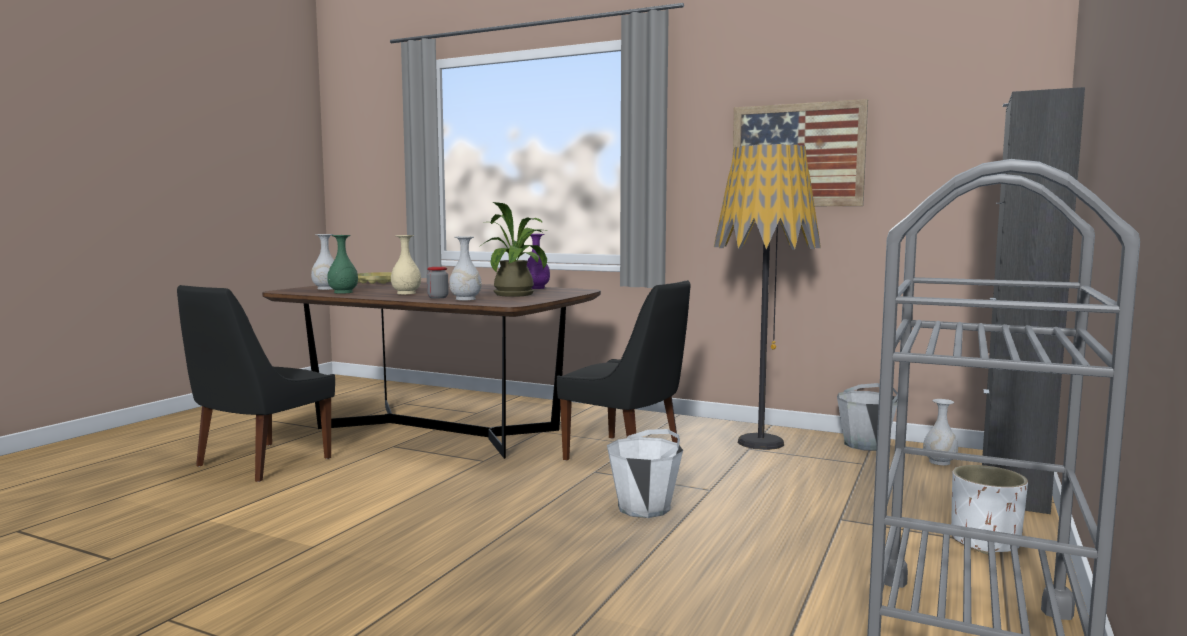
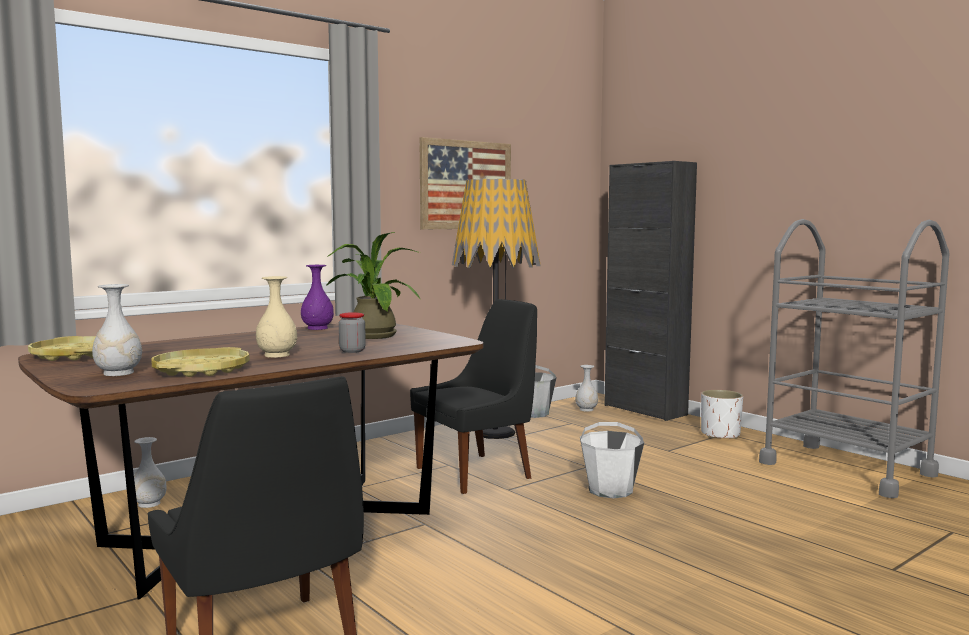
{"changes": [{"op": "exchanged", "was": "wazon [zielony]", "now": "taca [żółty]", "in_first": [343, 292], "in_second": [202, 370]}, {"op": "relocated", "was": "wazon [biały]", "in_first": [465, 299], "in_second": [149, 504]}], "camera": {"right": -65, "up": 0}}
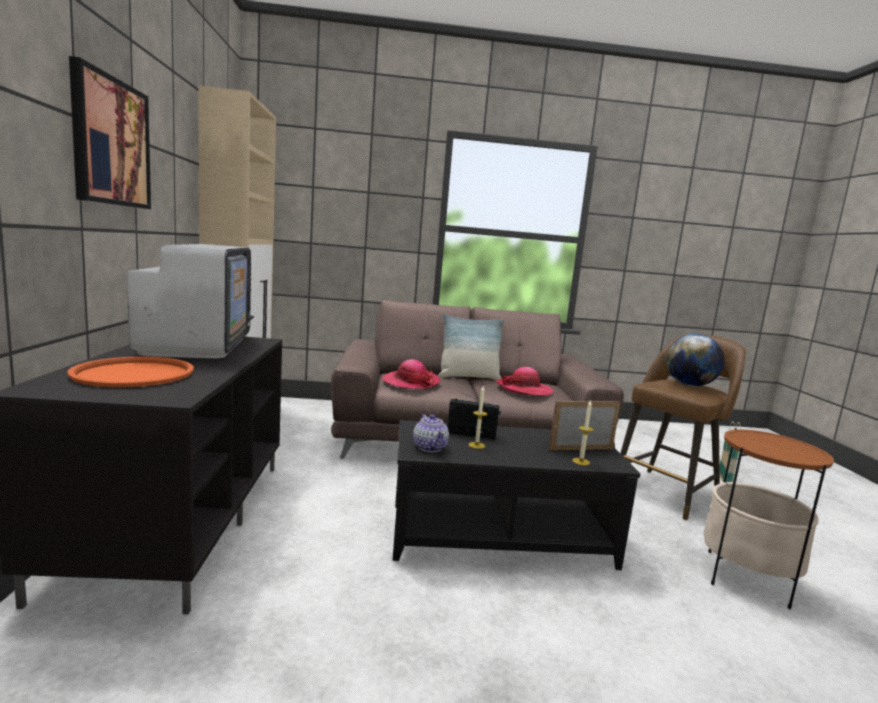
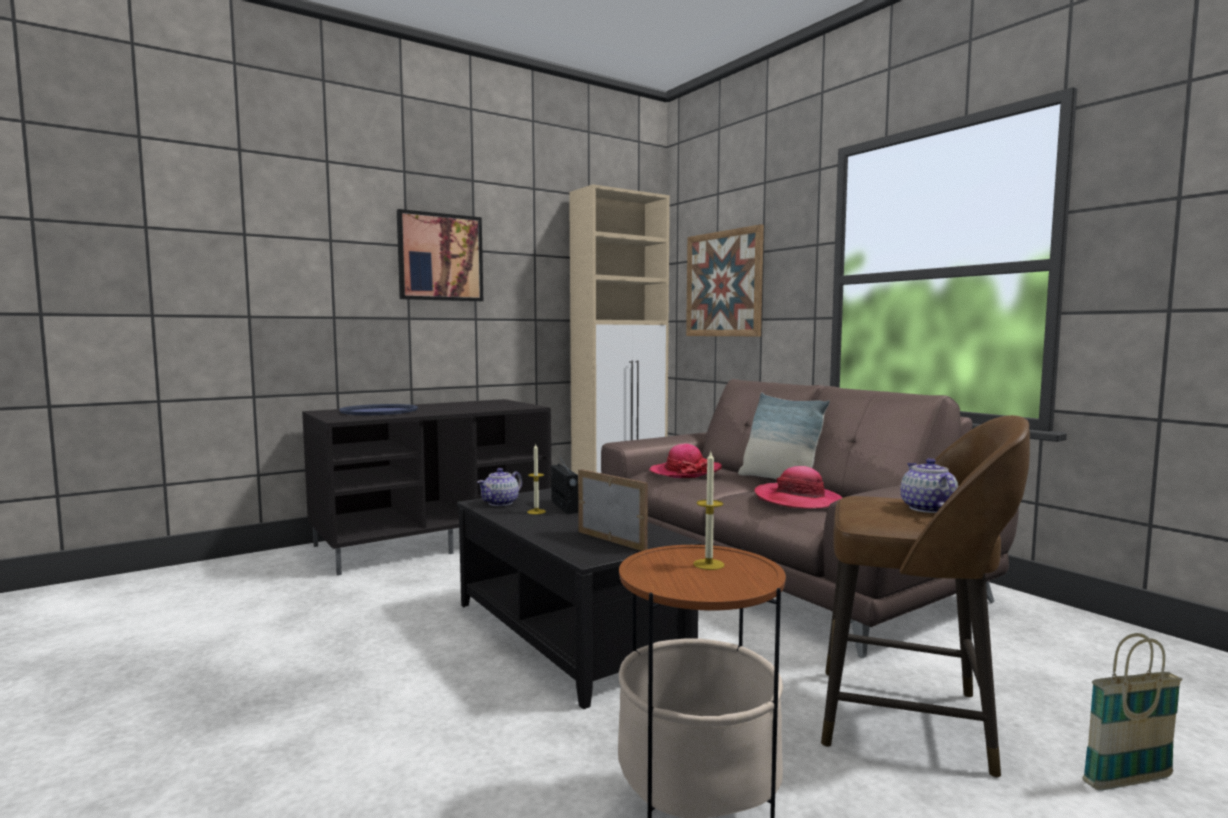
{"changes": [{"op": "missing", "was": "telewizor", "in_first": [197, 345]}, {"op": "exchanged", "was": "globus", "now": "imbryk", "in_first": [689, 385], "in_second": [927, 509]}, {"op": "colour", "was": "taca [pomarańczowy]", "now": "taca [niebieski]", "in_first": [134, 373], "in_second": [379, 411]}, {"op": "relocated", "was": "świeca", "in_first": [581, 461], "in_second": [708, 564]}, {"op": "appeared", "now": "obraz", "in_second": [723, 284]}], "camera": {"right": 60, "up": -5}}
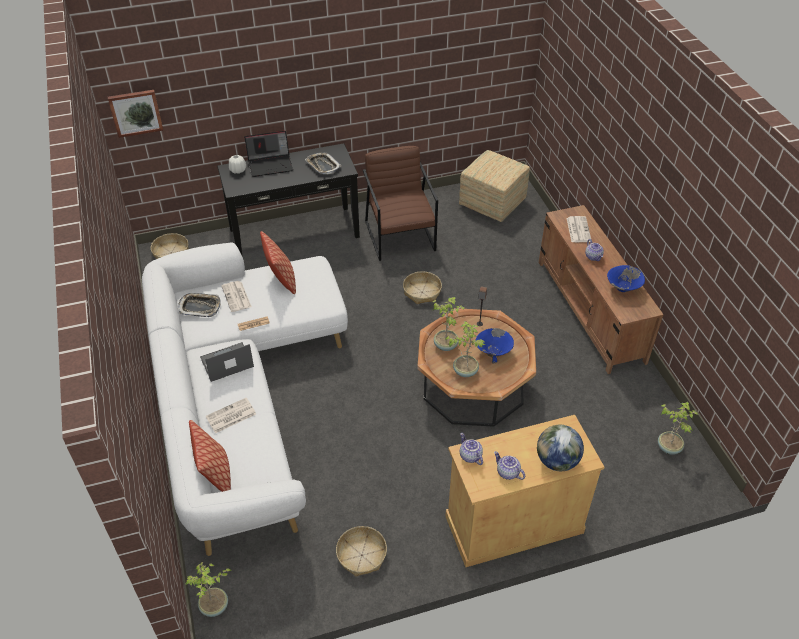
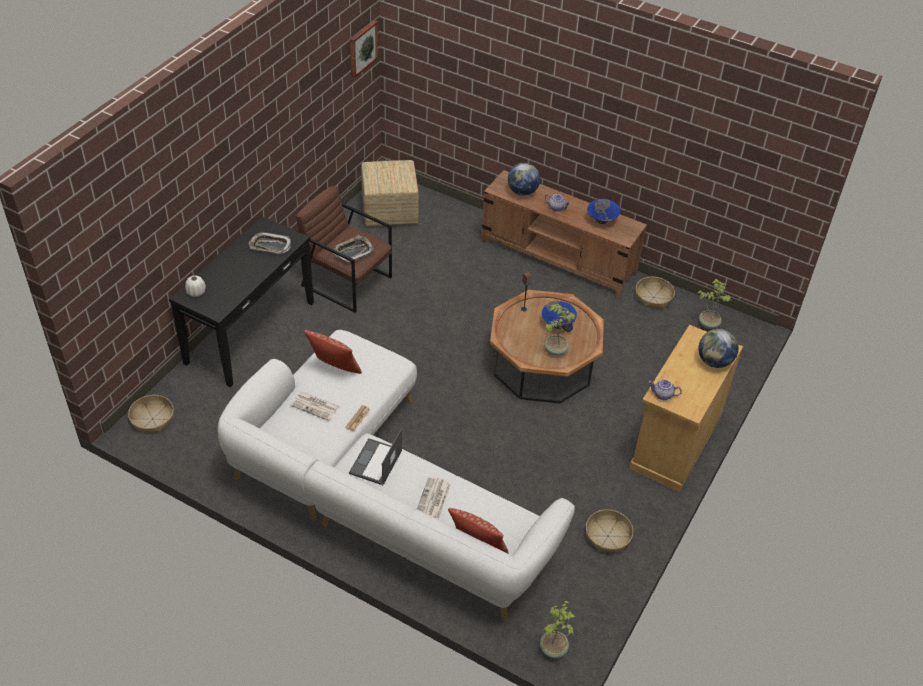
{"changes": [{"op": "relocated", "was": "obraz", "in_first": [135, 112], "in_second": [362, 48]}, {"op": "missing", "was": "laptop", "in_first": [271, 164]}, {"op": "exchanged", "was": "gazeta", "now": "globus", "in_first": [578, 229], "in_second": [522, 192]}, {"op": "relocated", "was": "koszyk", "in_first": [422, 292], "in_second": [653, 297]}, {"op": "relocated", "was": "taca", "in_first": [200, 307], "in_second": [353, 251]}, {"op": "missing", "was": "roślina doniczkowa", "in_first": [446, 345]}, {"op": "missing", "was": "imbryk", "in_first": [507, 473]}], "camera": {"right": -45, "up": 0}}
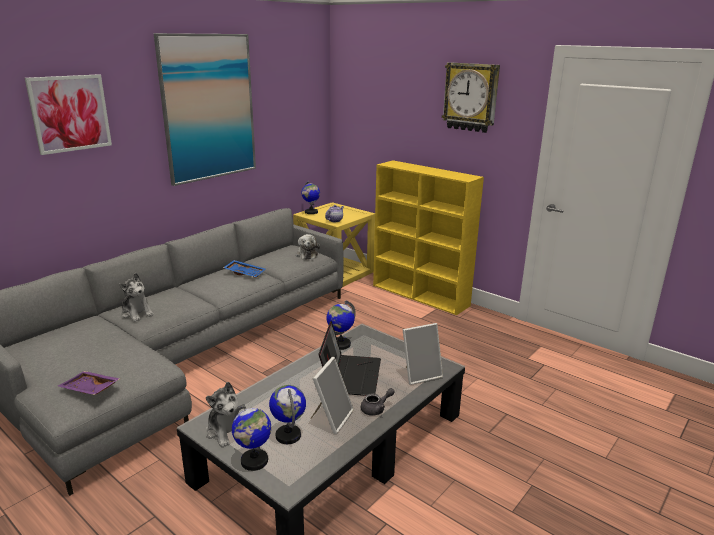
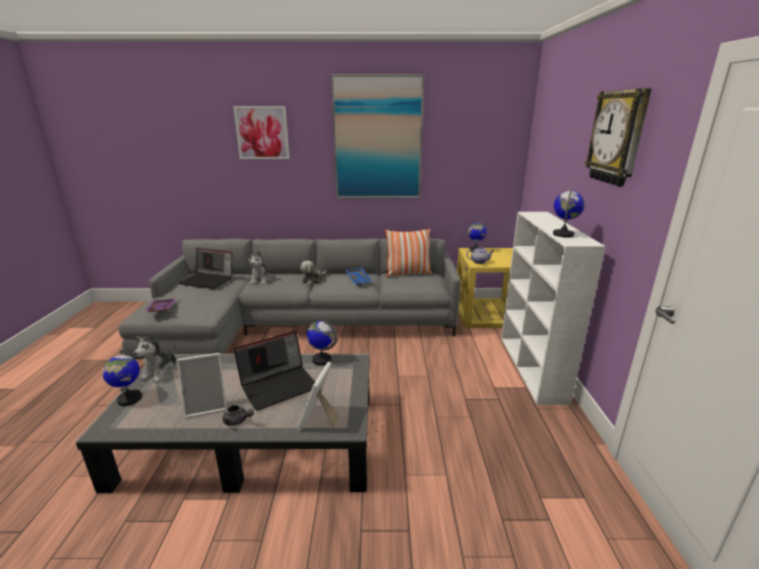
{"changes": [{"op": "colour", "was": "regał [żółty]", "now": "regał [biały]", "in_first": [421, 295], "in_second": [532, 368]}, {"op": "relocated", "was": "pluszak", "in_first": [306, 254], "in_second": [313, 280]}, {"op": "spun", "was": "ramka na zdjęcie", "in_first": [420, 374], "in_second": [318, 419], "clockwise": 75}, {"op": "relocated", "was": "globus", "in_first": [288, 435], "in_second": [563, 234]}, {"op": "appeared", "now": "poduszka", "in_second": [408, 274]}, {"op": "appeared", "now": "laptop", "in_second": [208, 280]}], "camera": {"right": 50, "up": 0}}
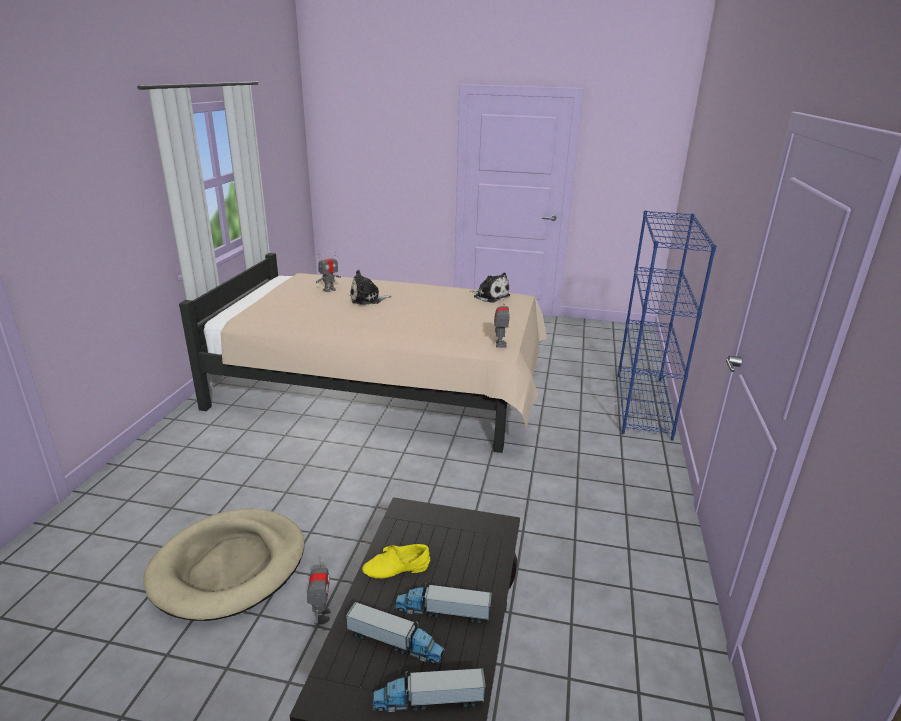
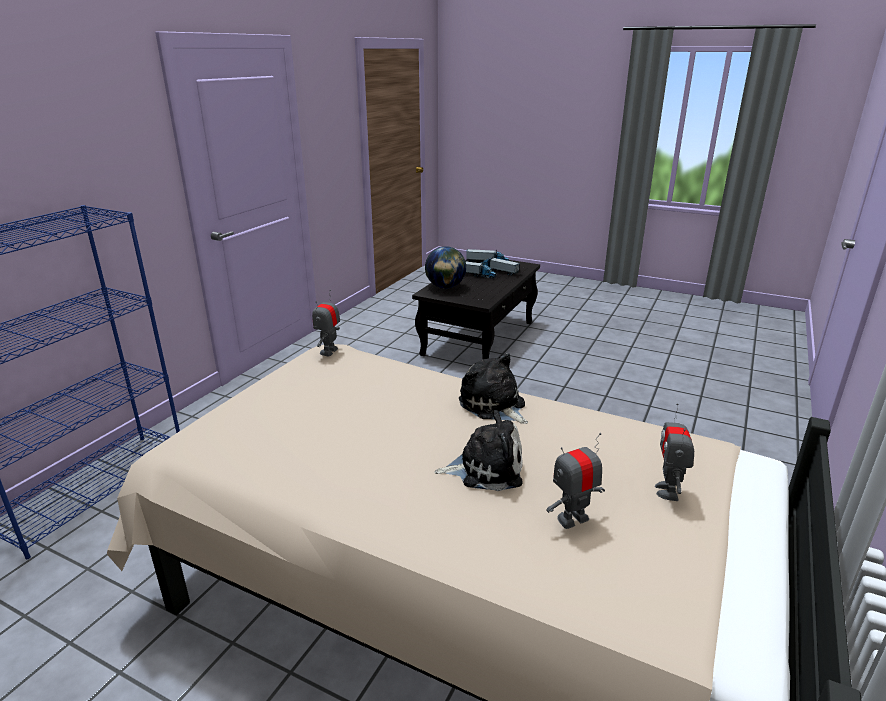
{"changes": [{"op": "relocated", "was": "pluszak", "in_first": [490, 296], "in_second": [494, 405]}, {"op": "missing", "was": "legowisko [beżowy]", "in_first": [229, 566]}, {"op": "missing", "was": "but [żółty]", "in_first": [396, 569]}, {"op": "relocated", "was": "robot zabawkowy", "in_first": [321, 616], "in_second": [668, 491]}, {"op": "appeared", "now": "globus", "in_second": [445, 287]}], "camera": {"right": -165, "up": 0}}
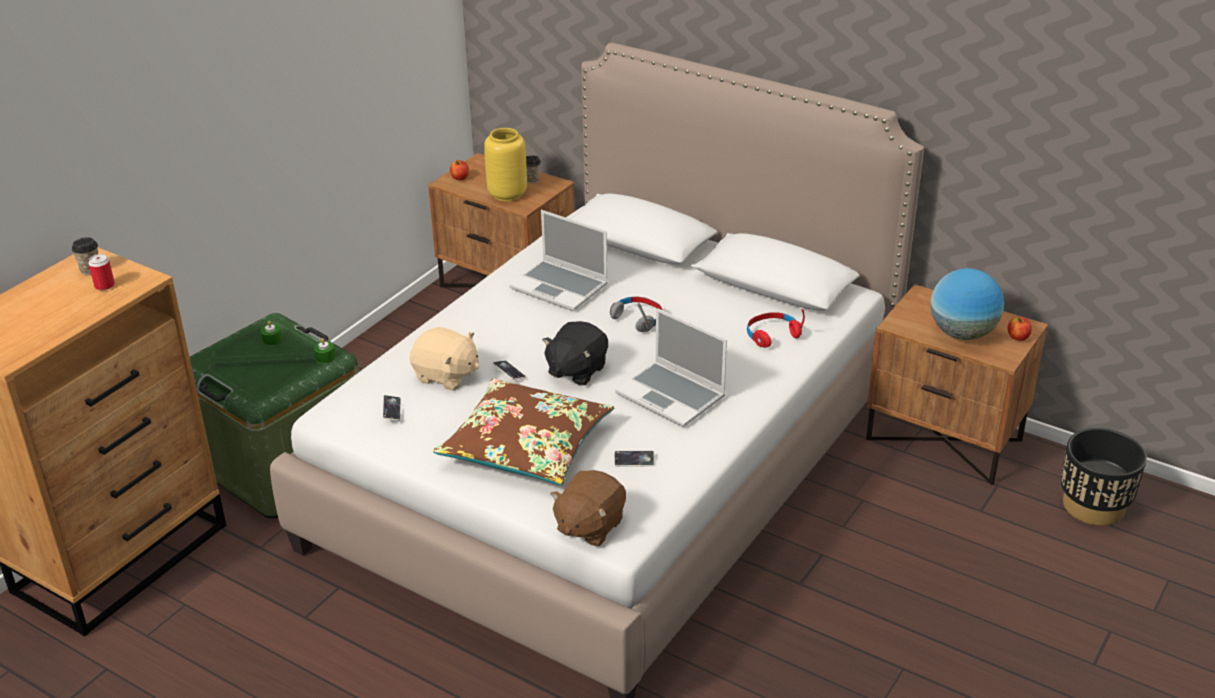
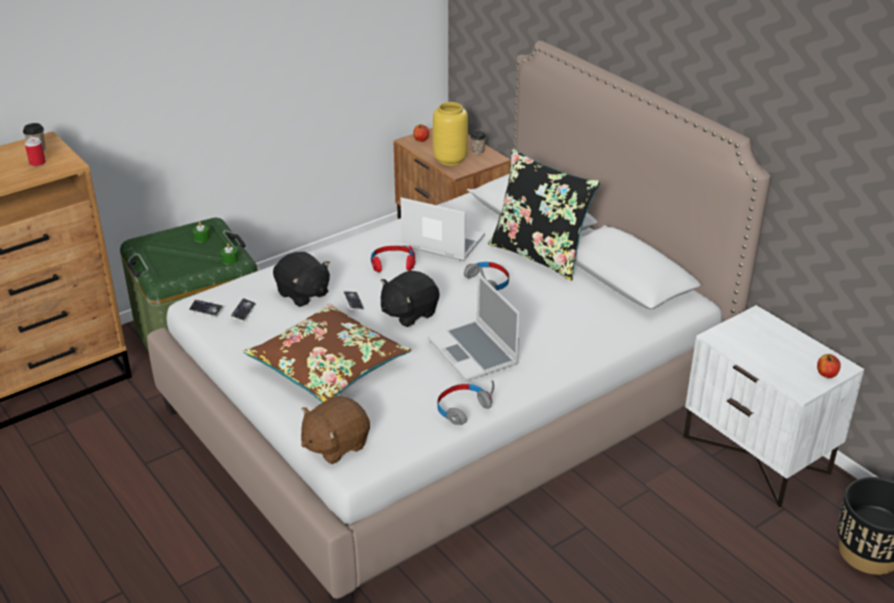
{"changes": [{"op": "spun", "was": "laptop", "in_first": [561, 287], "in_second": [441, 242], "clockwise": 150}, {"op": "missing", "was": "globus", "in_first": [962, 333]}, {"op": "colour", "was": "szafka nocna [brązowy]", "now": "szafka nocna [biały]", "in_first": [945, 439], "in_second": [757, 454]}, {"op": "relocated", "was": "słuchawki [czerwony]", "in_first": [772, 335], "in_second": [393, 264]}, {"op": "colour", "was": "pluszak [beżowy]", "now": "pluszak [czarny]", "in_first": [446, 376], "in_second": [303, 294]}, {"op": "relocated", "was": "telefon", "in_first": [634, 461], "in_second": [206, 310]}, {"op": "appeared", "now": "poduszka [czarny]", "in_second": [539, 255]}, {"op": "appeared", "now": "słuchawki [szary]", "in_second": [462, 408]}], "camera": {"right": 20, "up": 0}}
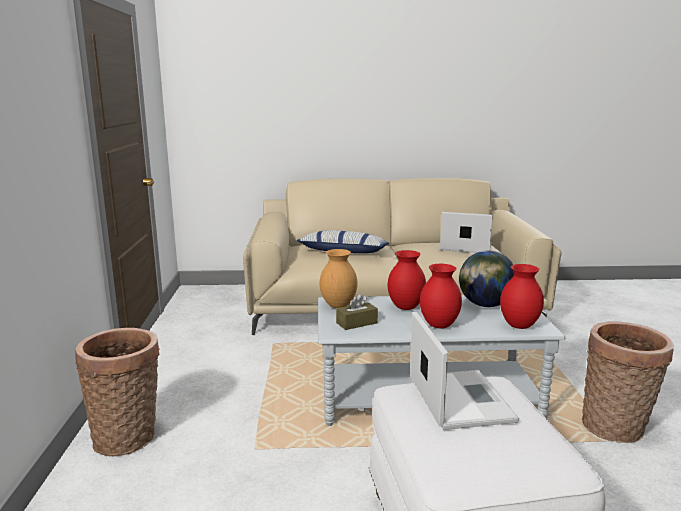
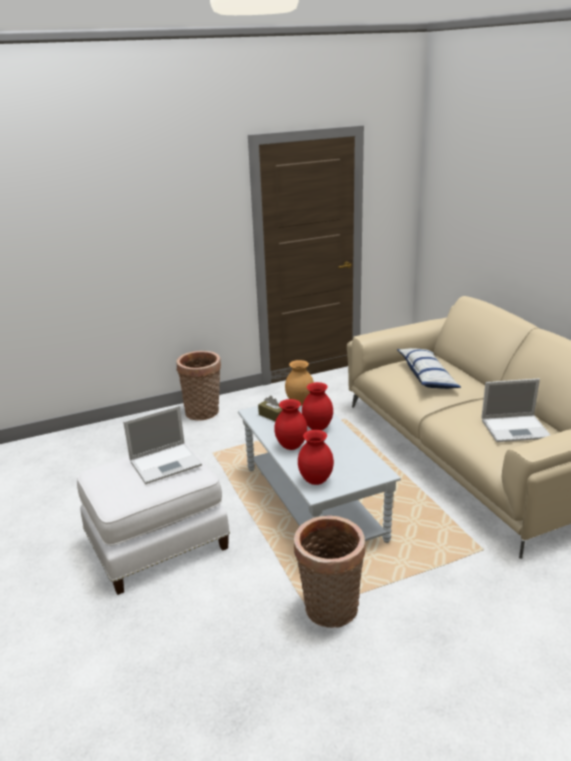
{"changes": [{"op": "spun", "was": "laptop", "in_first": [464, 247], "in_second": [516, 428], "clockwise": 90}, {"op": "missing", "was": "globus", "in_first": [485, 305]}], "camera": {"right": 70, "up": 10}}
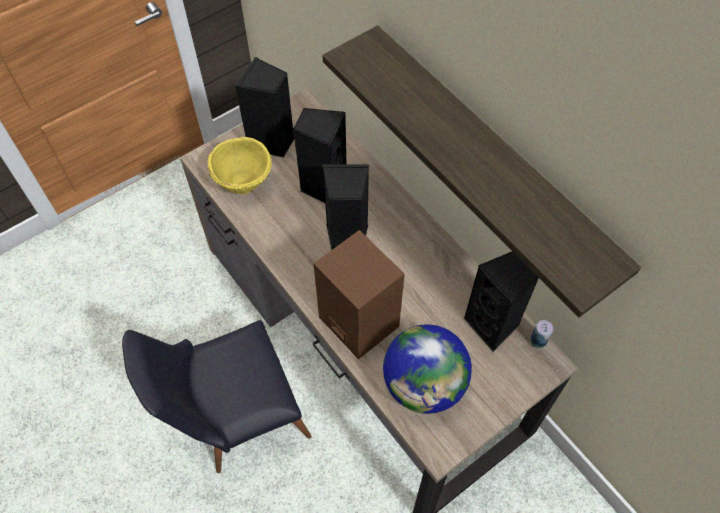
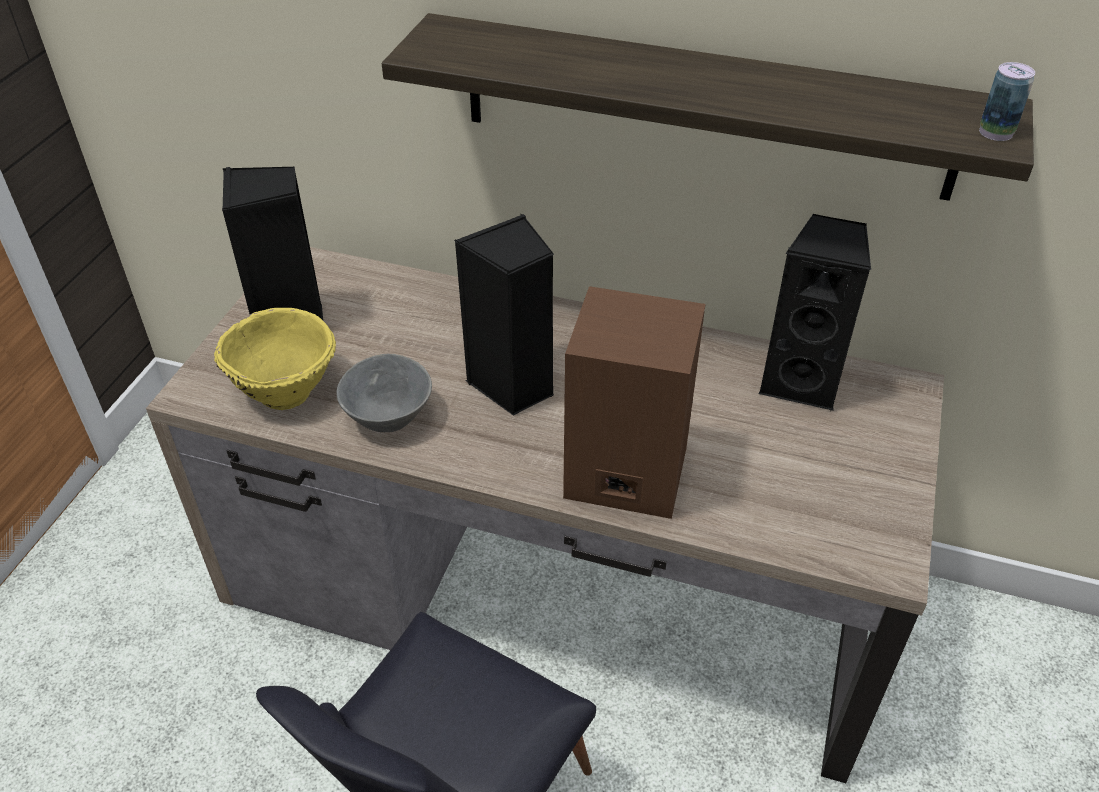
{"changes": [{"op": "missing", "was": "głośnik [czarny]", "in_first": [323, 186]}, {"op": "relocated", "was": "puszka", "in_first": [538, 341], "in_second": [996, 132]}, {"op": "missing", "was": "globus", "in_first": [424, 385]}, {"op": "appeared", "now": "miska [szary]", "in_second": [386, 418]}], "camera": {"right": -35, "up": -15}}
